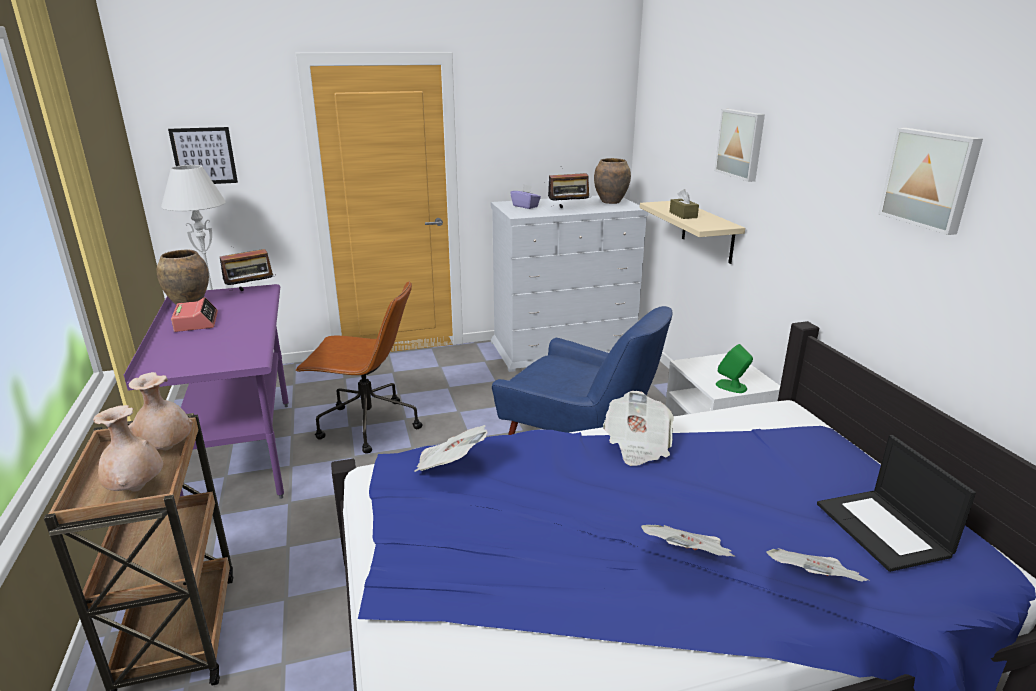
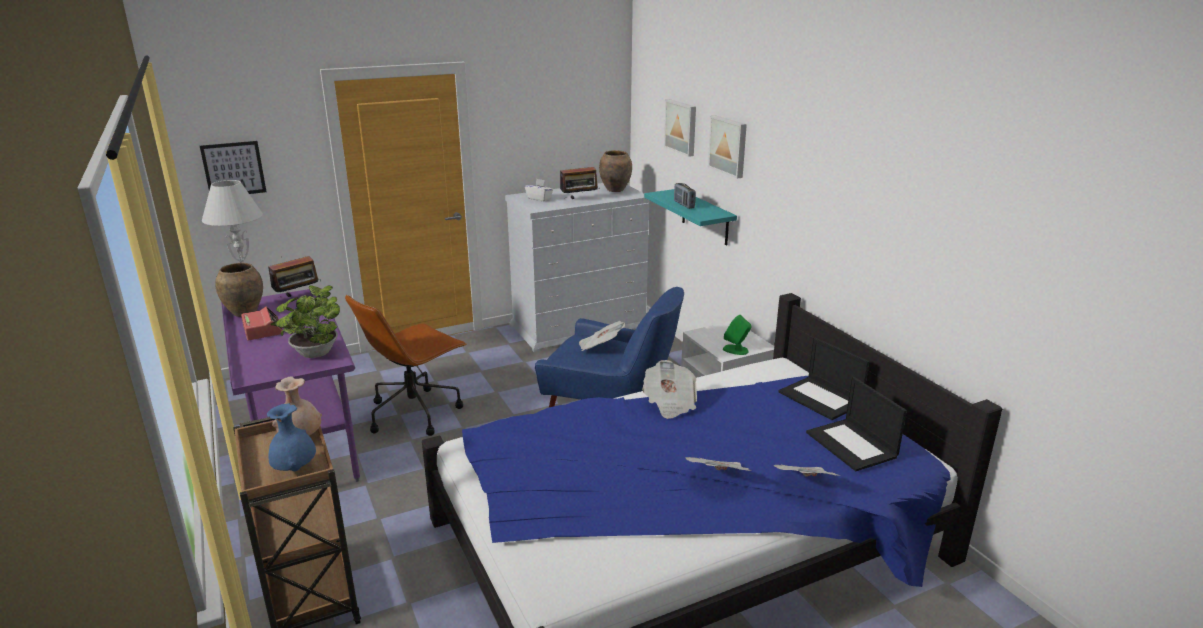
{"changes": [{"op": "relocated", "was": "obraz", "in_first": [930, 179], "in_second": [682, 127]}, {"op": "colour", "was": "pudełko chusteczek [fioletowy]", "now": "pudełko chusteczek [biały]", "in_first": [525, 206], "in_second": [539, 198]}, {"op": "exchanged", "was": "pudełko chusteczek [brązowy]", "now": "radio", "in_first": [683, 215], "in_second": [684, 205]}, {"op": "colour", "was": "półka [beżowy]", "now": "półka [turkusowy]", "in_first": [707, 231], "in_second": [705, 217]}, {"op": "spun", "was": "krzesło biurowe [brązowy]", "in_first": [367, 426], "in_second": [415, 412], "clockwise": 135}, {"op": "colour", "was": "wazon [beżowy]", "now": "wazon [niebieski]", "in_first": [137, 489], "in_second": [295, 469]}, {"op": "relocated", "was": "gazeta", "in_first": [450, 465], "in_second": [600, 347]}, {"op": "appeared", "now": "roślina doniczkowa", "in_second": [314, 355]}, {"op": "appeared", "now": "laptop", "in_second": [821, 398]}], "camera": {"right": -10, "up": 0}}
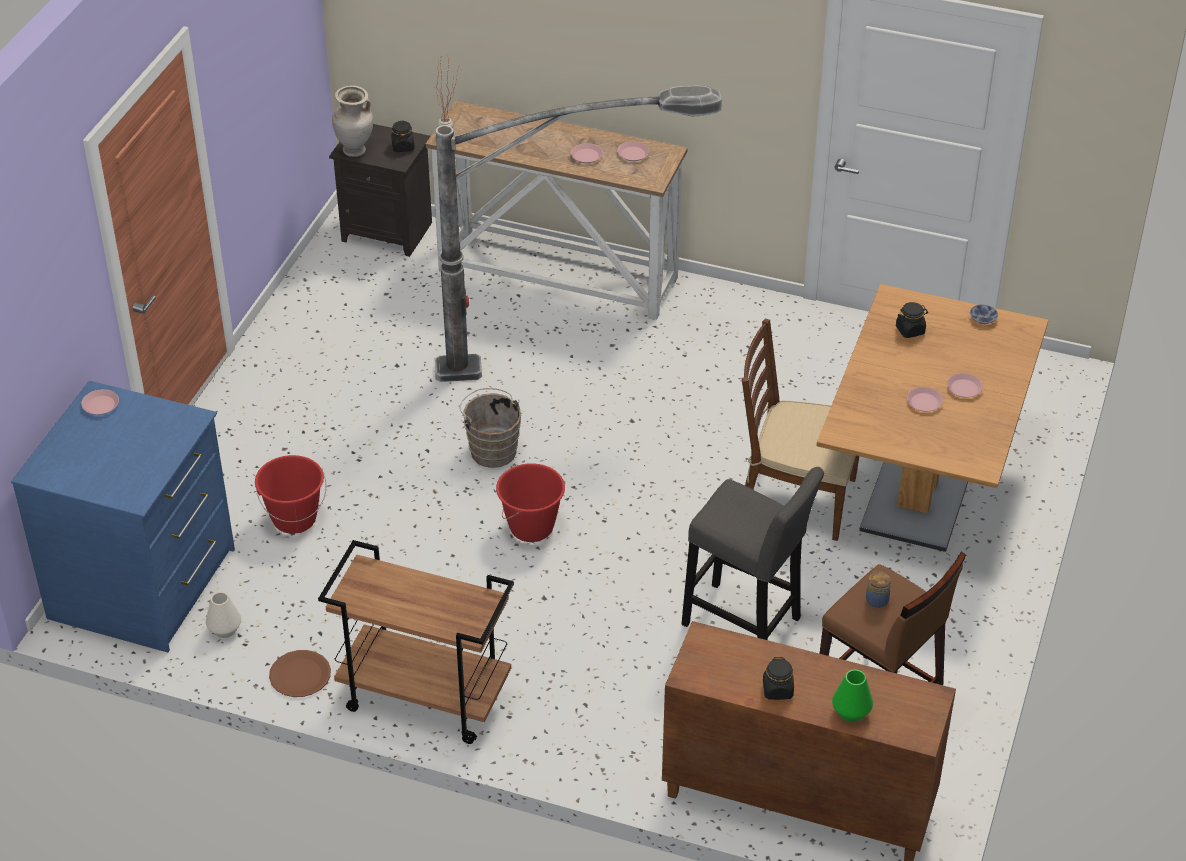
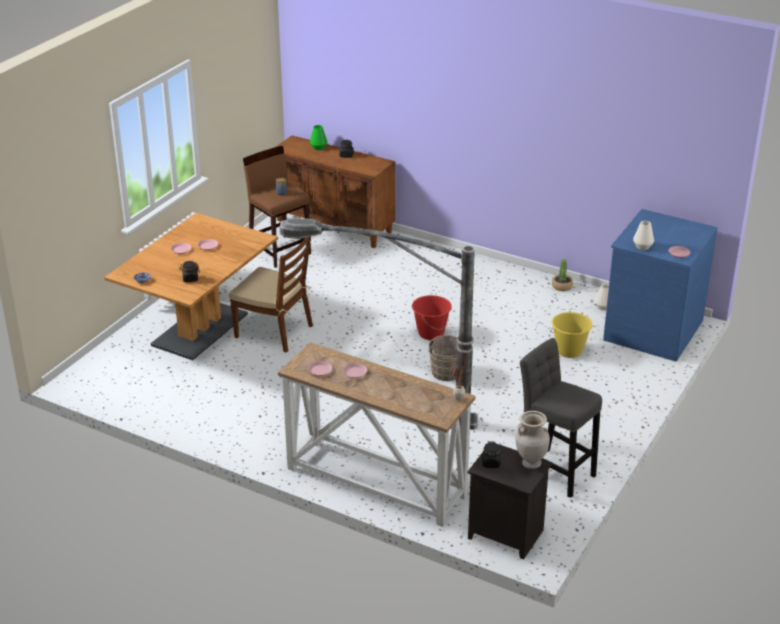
{"changes": [{"op": "colour", "was": "wiadro [czerwony]", "now": "wiadro [żółty]", "in_first": [294, 519], "in_second": [569, 351]}, {"op": "relocated", "was": "stołek [szary]", "in_first": [746, 625], "in_second": [554, 471]}, {"op": "missing", "was": "wózek [brązowy]", "in_first": [423, 698]}, {"op": "exchanged", "was": "talerz [brązowy]", "now": "roślina doniczkowa", "in_first": [300, 675], "in_second": [562, 286]}, {"op": "appeared", "now": "wazon [biały]", "in_second": [642, 246]}], "camera": {"right": -170, "up": -10}}
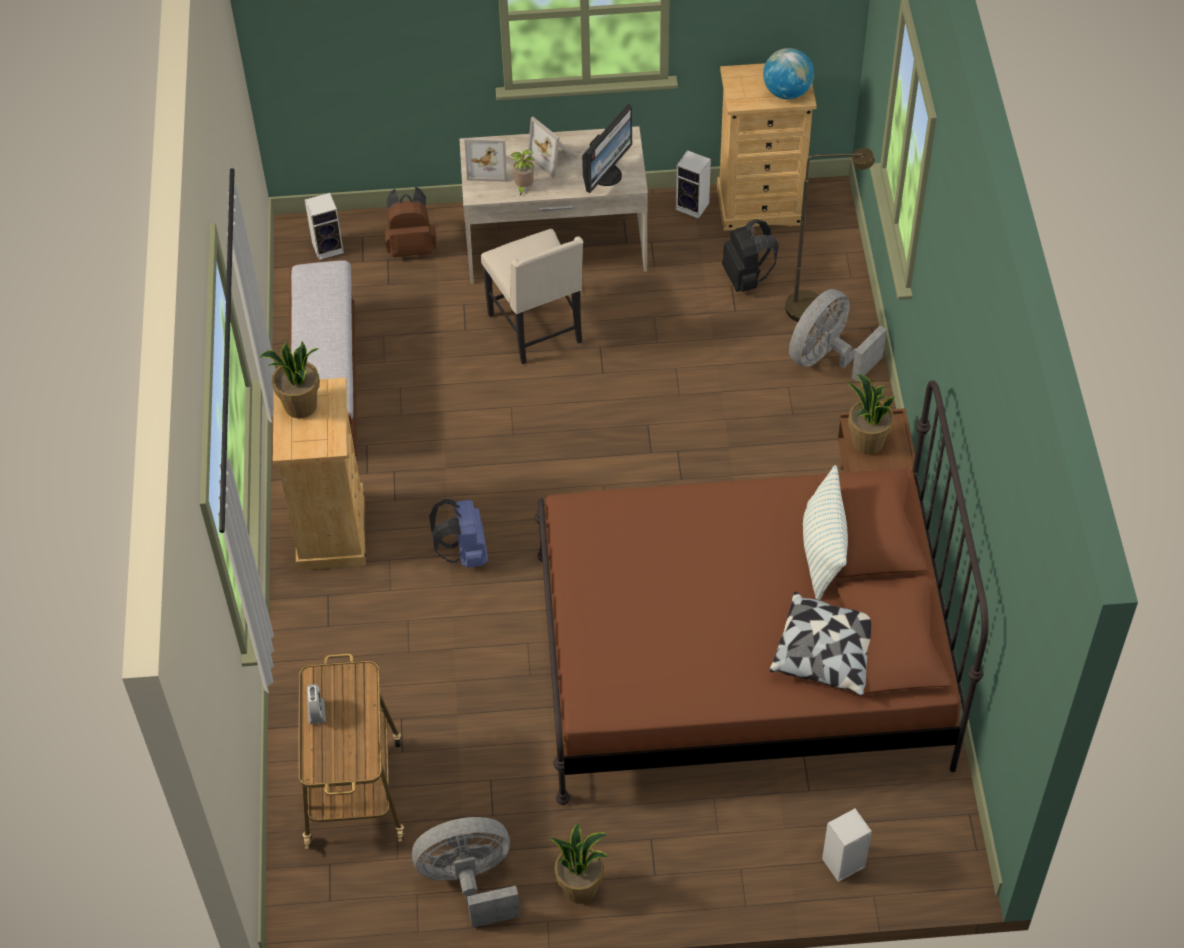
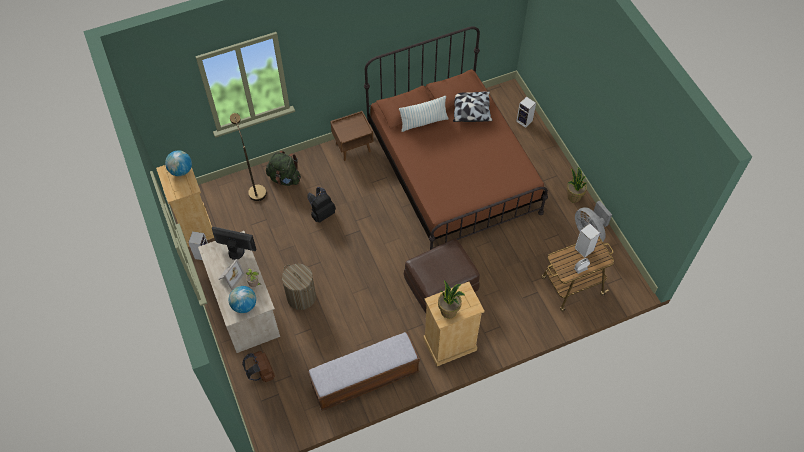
{"changes": [{"op": "exchanged", "was": "ramka na zdjęcie", "now": "globus", "in_first": [488, 167], "in_second": [244, 305]}, {"op": "relocated", "was": "głośnik", "in_first": [329, 247], "in_second": [583, 249]}, {"op": "relocated", "was": "plecak [czarny]", "in_first": [746, 278], "in_second": [322, 213]}, {"op": "exchanged", "was": "krzesło [beżowy]", "now": "kosz na pranie", "in_first": [537, 329], "in_second": [301, 297]}, {"op": "exchanged", "was": "wentylator [szary]", "now": "plecak [zielony]", "in_first": [827, 358], "in_second": [285, 178]}, {"op": "missing", "was": "roślina doniczkowa", "in_first": [866, 442]}, {"op": "exchanged", "was": "plecak [niebieski]", "now": "pufa [brązowy]", "in_first": [464, 553], "in_second": [440, 285]}], "camera": {"right": -110, "up": 5}}
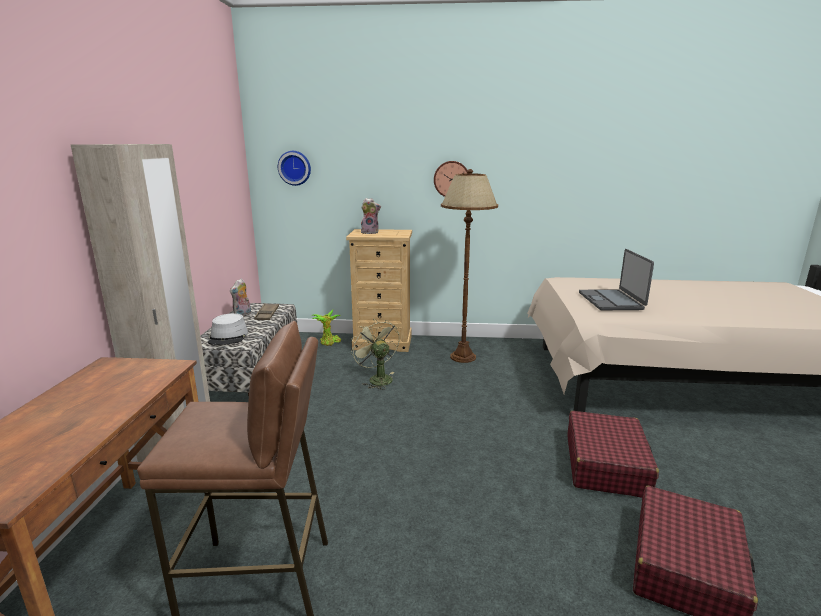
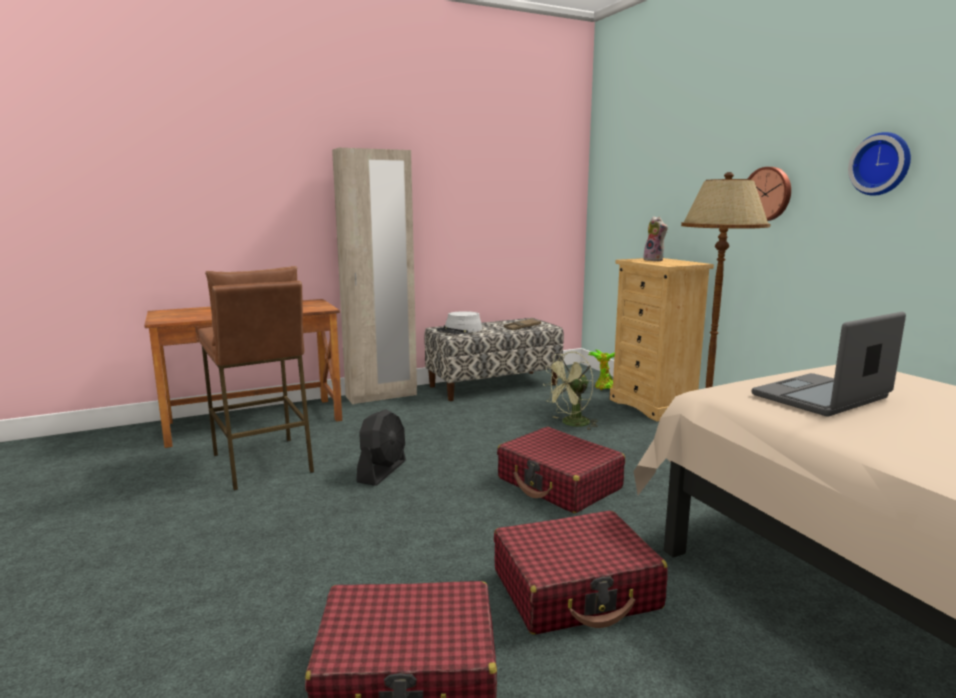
{"changes": [{"op": "relocated", "was": "zegar ścienny", "in_first": [295, 168], "in_second": [881, 164]}, {"op": "missing", "was": "pluszak", "in_first": [243, 315]}, {"op": "spun", "was": "wentylator [zielony]", "in_first": [377, 378], "in_second": [571, 424], "clockwise": -150}, {"op": "appeared", "now": "wentylator [czarny]", "in_second": [382, 471]}, {"op": "appeared", "now": "walizka [czerwony]", "in_second": [559, 484]}], "camera": {"right": 60, "up": -5}}
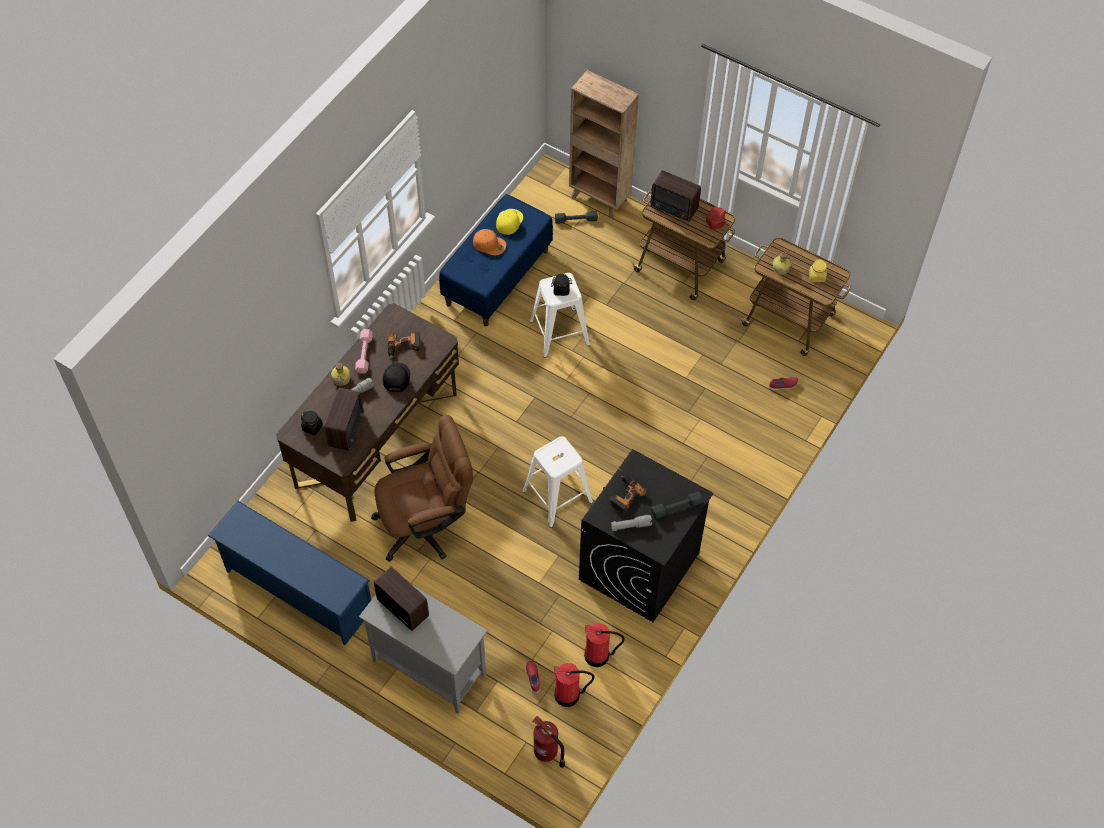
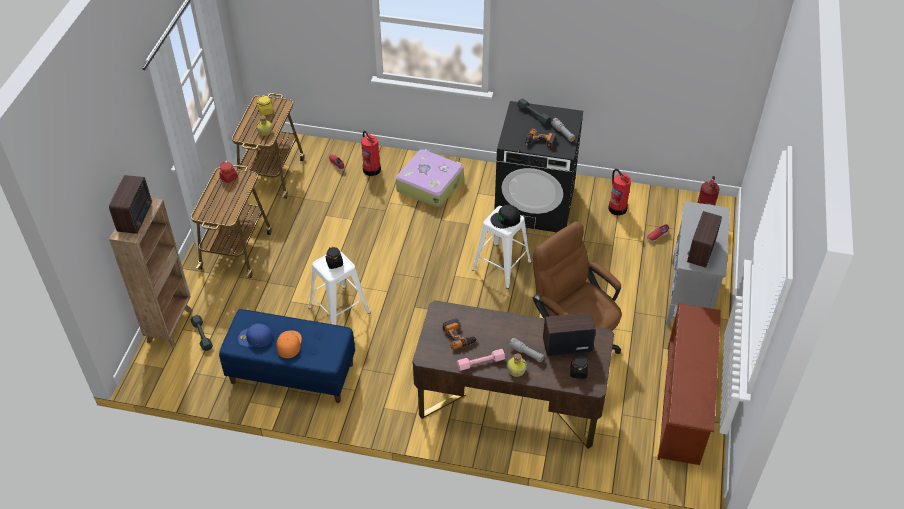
{"changes": [{"op": "relocated", "was": "radio", "in_first": [674, 209], "in_second": [136, 217]}, {"op": "colour", "was": "czapka z daszkiem [żółty]", "now": "czapka z daszkiem [niebieski]", "in_first": [509, 221], "in_second": [255, 338]}, {"op": "relocated", "was": "czapka z daszkiem [czarny]", "in_first": [396, 378], "in_second": [506, 219]}, {"op": "colour", "was": "regał na buty [niebieski]", "now": "regał na buty [brązowy]", "in_first": [297, 591], "in_second": [684, 404]}, {"op": "relocated", "was": "gaśnica", "in_first": [568, 695], "in_second": [371, 169]}, {"op": "appeared", "now": "walizka", "in_second": [430, 184]}], "camera": {"right": -110, "up": -10}}
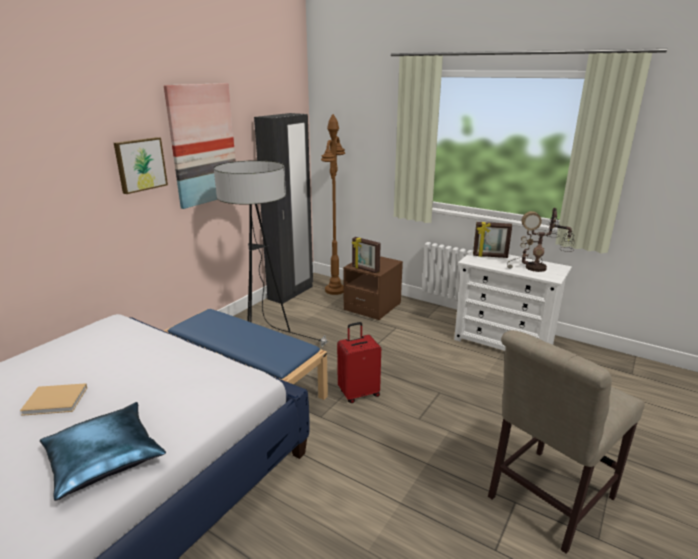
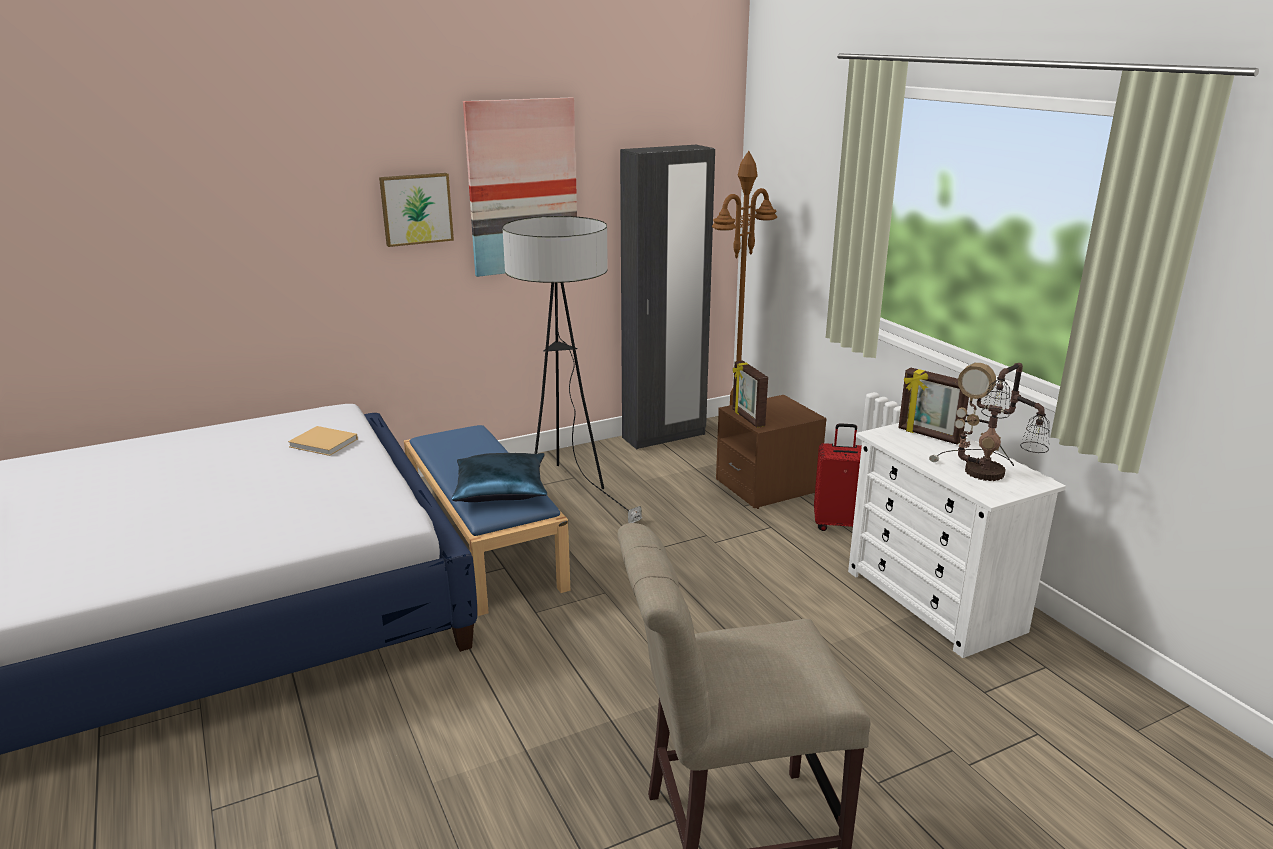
{"changes": [{"op": "relocated", "was": "walizka [czerwony]", "in_first": [358, 393], "in_second": [839, 524]}, {"op": "relocated", "was": "książka [beżowy]", "in_first": [57, 401], "in_second": [325, 443]}, {"op": "relocated", "was": "poduszka [niebieski]", "in_first": [104, 457], "in_second": [501, 489]}], "camera": {"right": 30, "up": 0}}
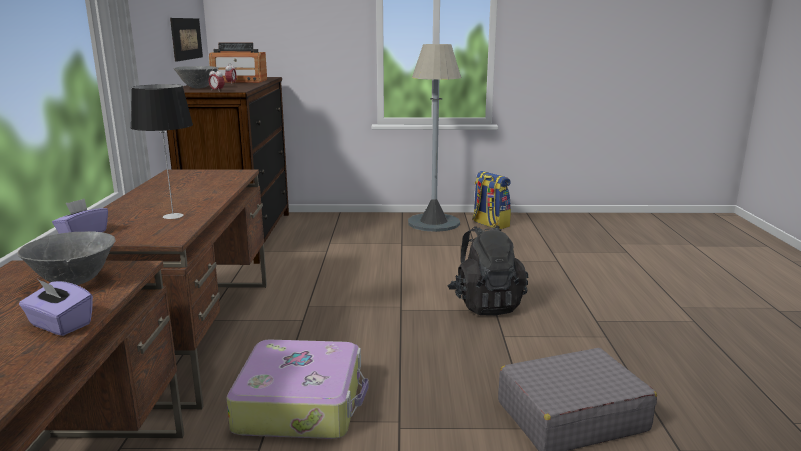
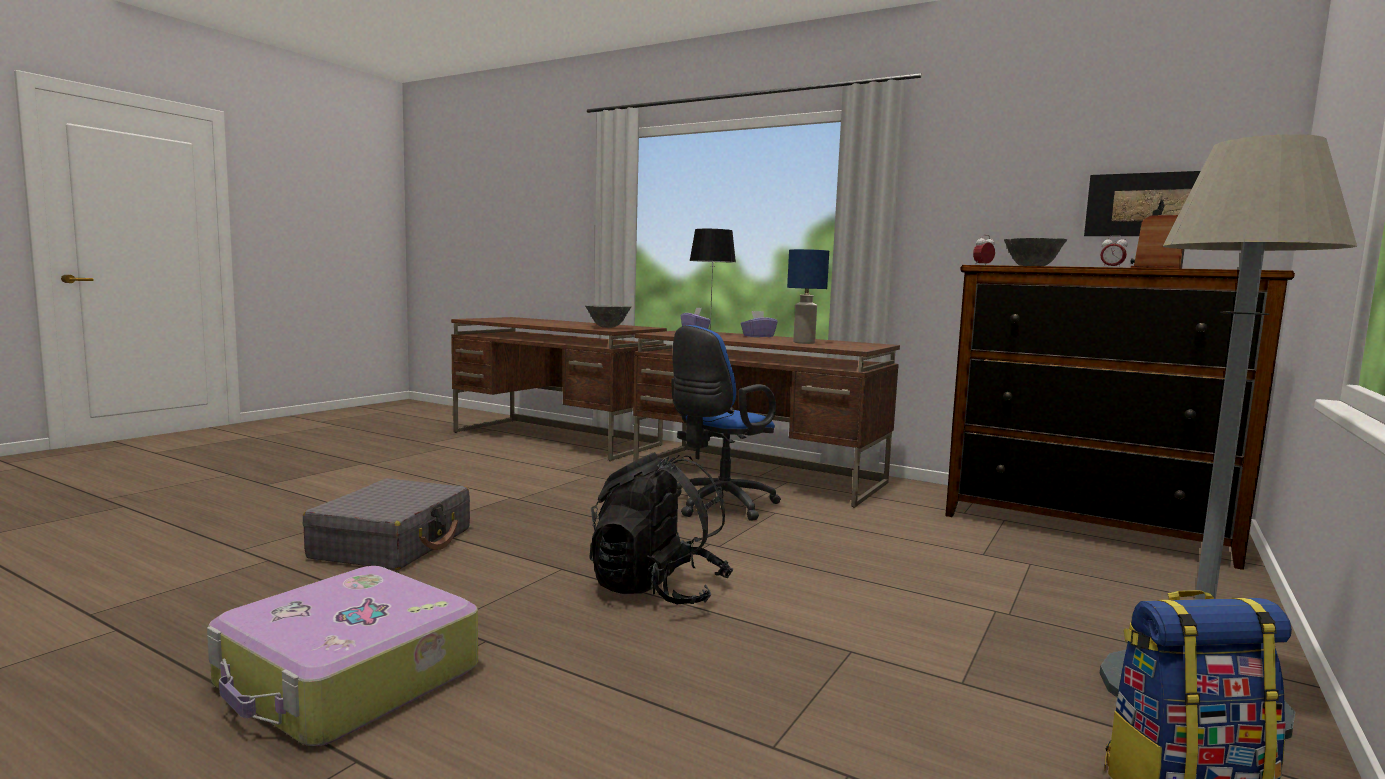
{"changes": [{"op": "relocated", "was": "pudełko chusteczek [fioletowy]", "in_first": [60, 325], "in_second": [758, 336]}, {"op": "relocated", "was": "walizka", "in_first": [301, 403], "in_second": [348, 679]}, {"op": "appeared", "now": "lampa stołowa [niebieski]", "in_second": [804, 343]}, {"op": "appeared", "now": "krzesło biurowe [niebieski]", "in_second": [718, 506]}], "camera": {"right": 120, "up": -10}}
